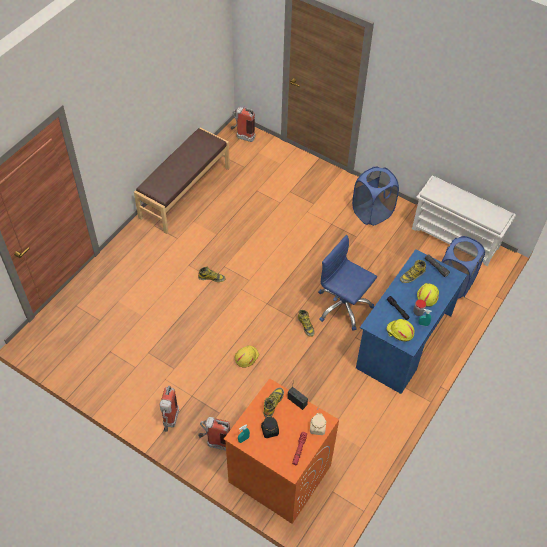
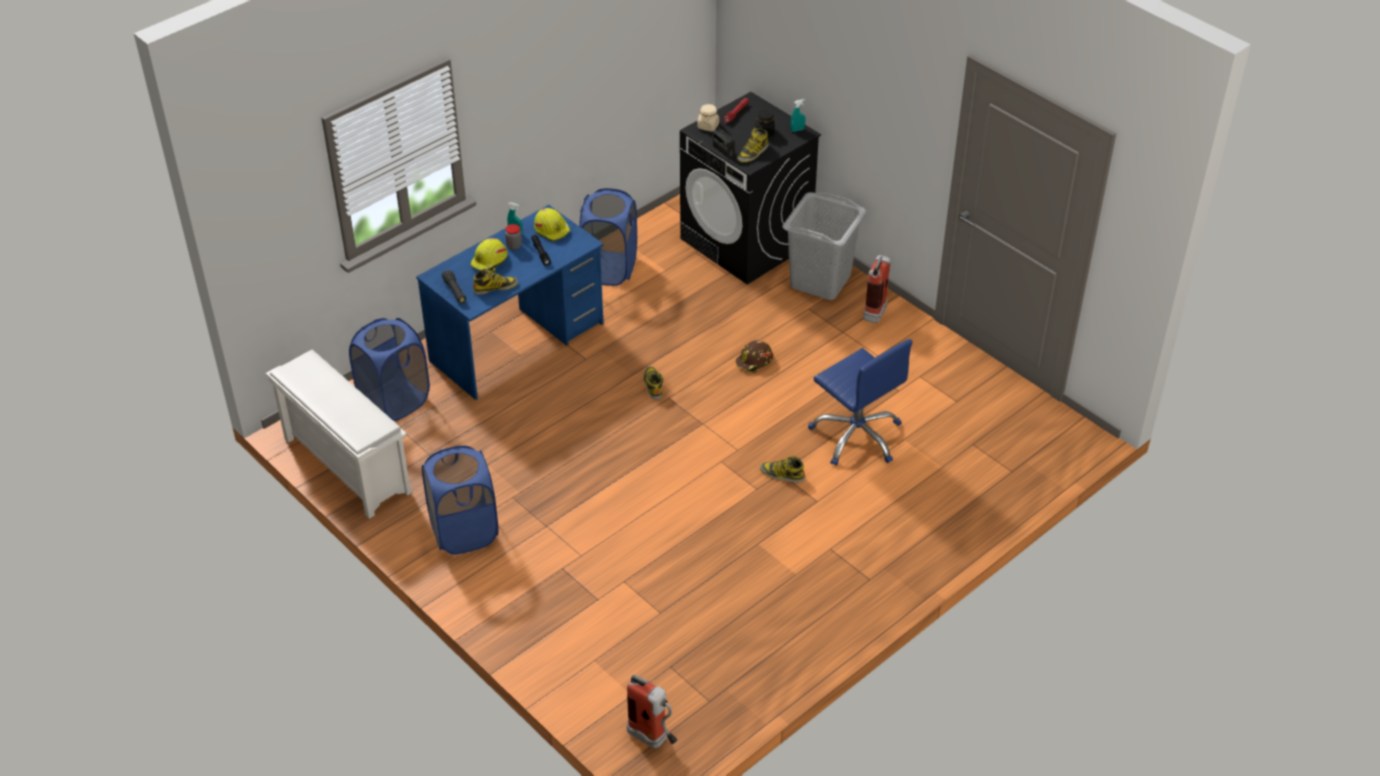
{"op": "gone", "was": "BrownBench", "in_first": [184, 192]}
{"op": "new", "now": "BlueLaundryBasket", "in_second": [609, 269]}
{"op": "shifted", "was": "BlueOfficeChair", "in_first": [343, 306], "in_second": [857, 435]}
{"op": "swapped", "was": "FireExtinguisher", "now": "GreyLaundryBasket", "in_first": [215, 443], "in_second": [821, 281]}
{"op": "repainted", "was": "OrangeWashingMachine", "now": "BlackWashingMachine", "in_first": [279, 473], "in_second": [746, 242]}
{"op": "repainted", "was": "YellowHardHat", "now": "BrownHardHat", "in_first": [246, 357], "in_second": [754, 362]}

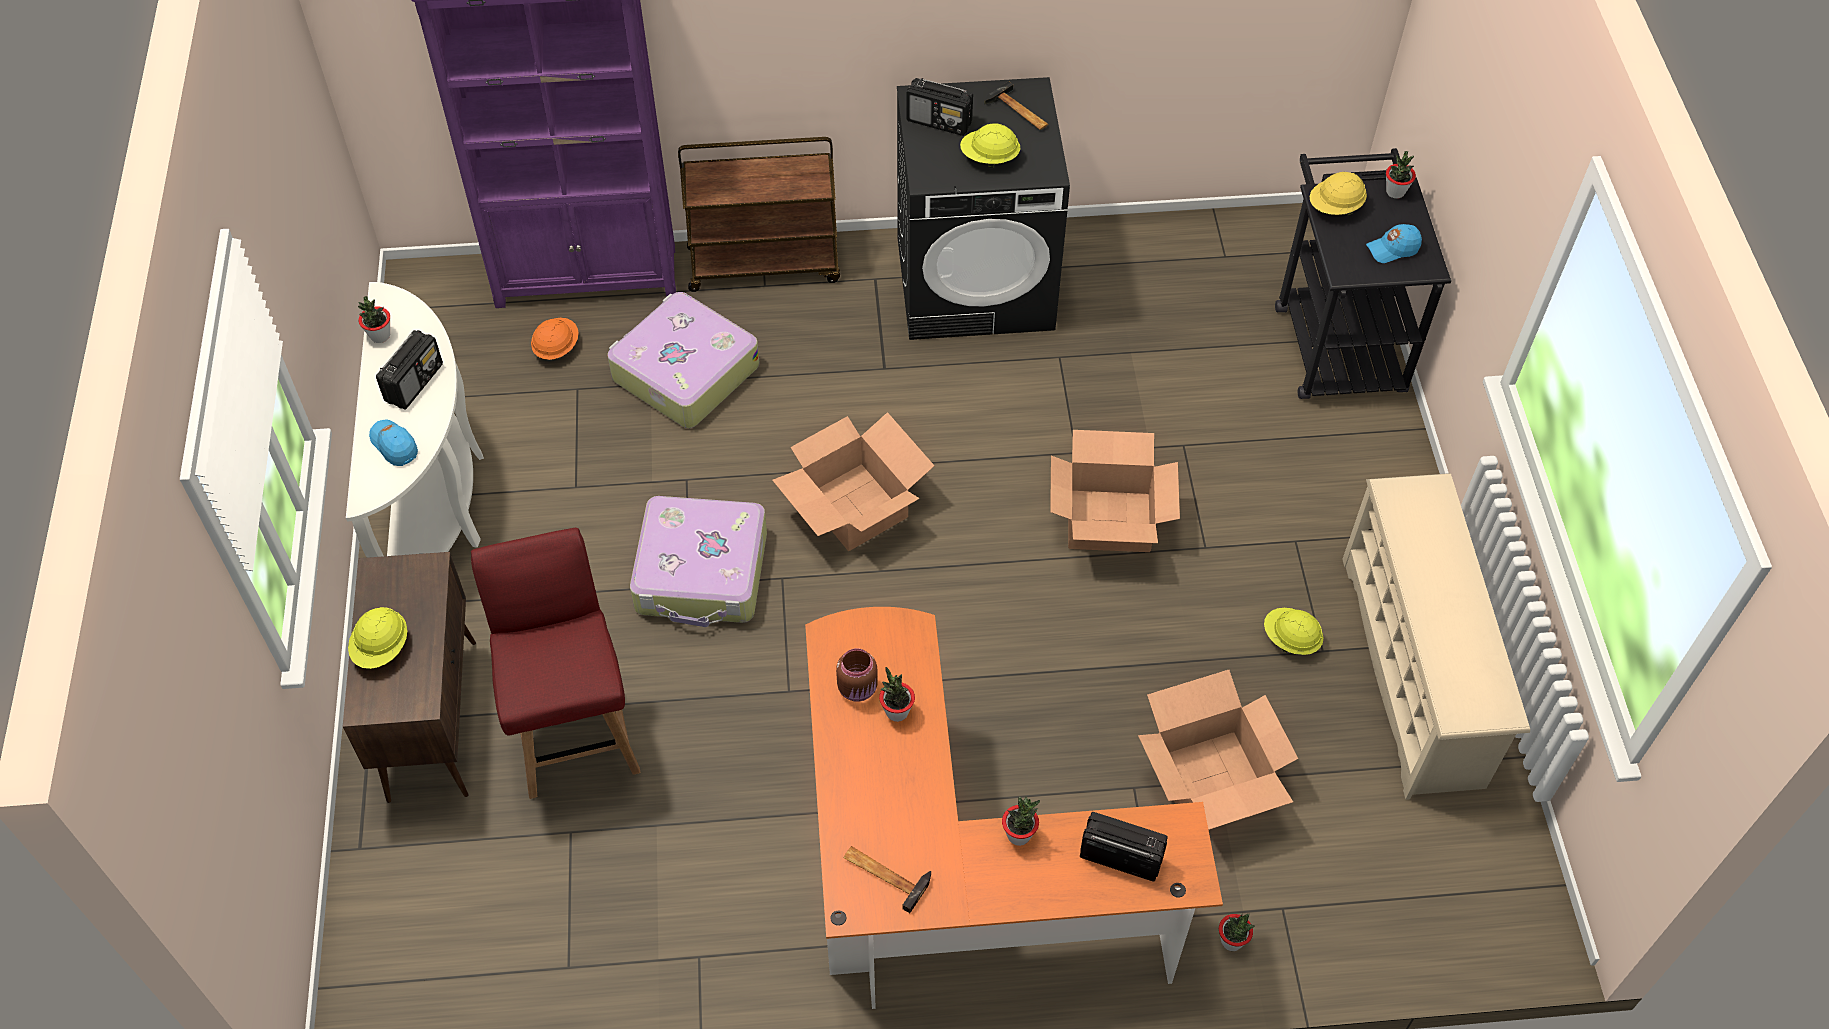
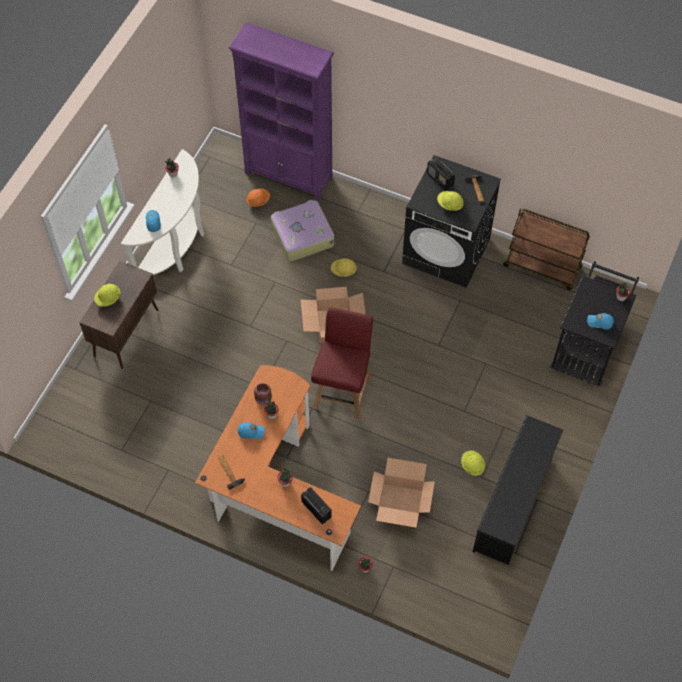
{"op": "gone", "was": "Radio", "in_first": [414, 382]}
{"op": "gone", "was": "Suitcase", "in_first": [702, 573]}
{"op": "gone", "was": "CardboardBox", "in_first": [1108, 519]}
{"op": "new", "now": "BlueCap", "in_second": [251, 432]}
{"op": "shifted", "was": "RedChair", "in_first": [575, 733], "in_second": [343, 391]}
{"op": "shifted", "was": "BrownCart", "in_first": [765, 264], "in_second": [543, 267]}
{"op": "shifted", "was": "YellowHardHat", "in_first": [1335, 207], "in_second": [343, 271]}
{"op": "repainted", "was": "BeigeShoeRack", "now": "BlackShoeRack", "in_first": [1414, 672], "in_second": [514, 505]}

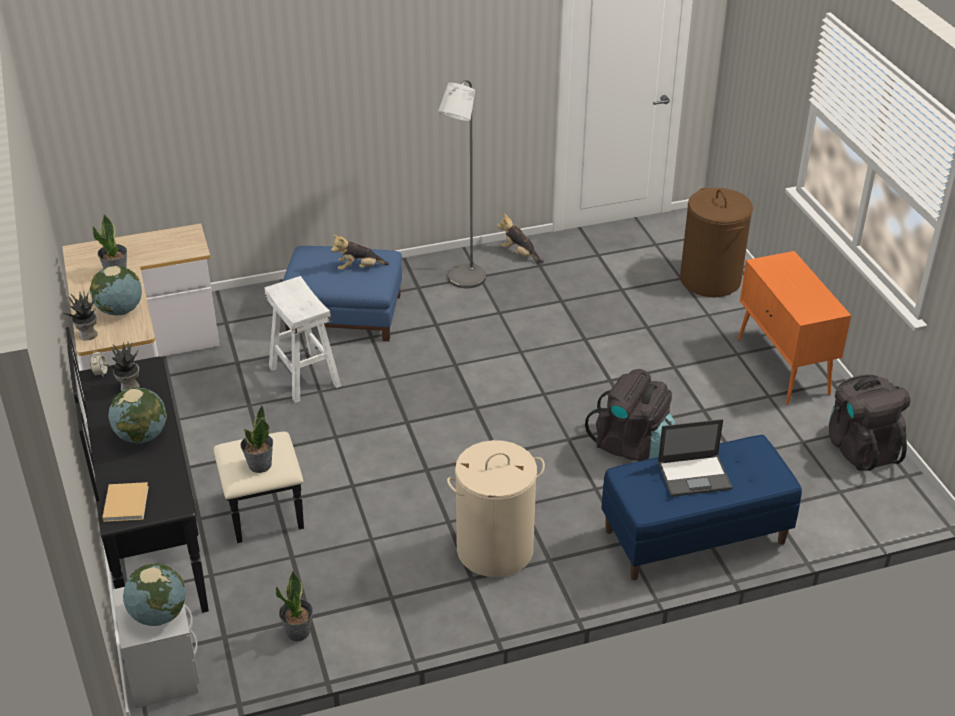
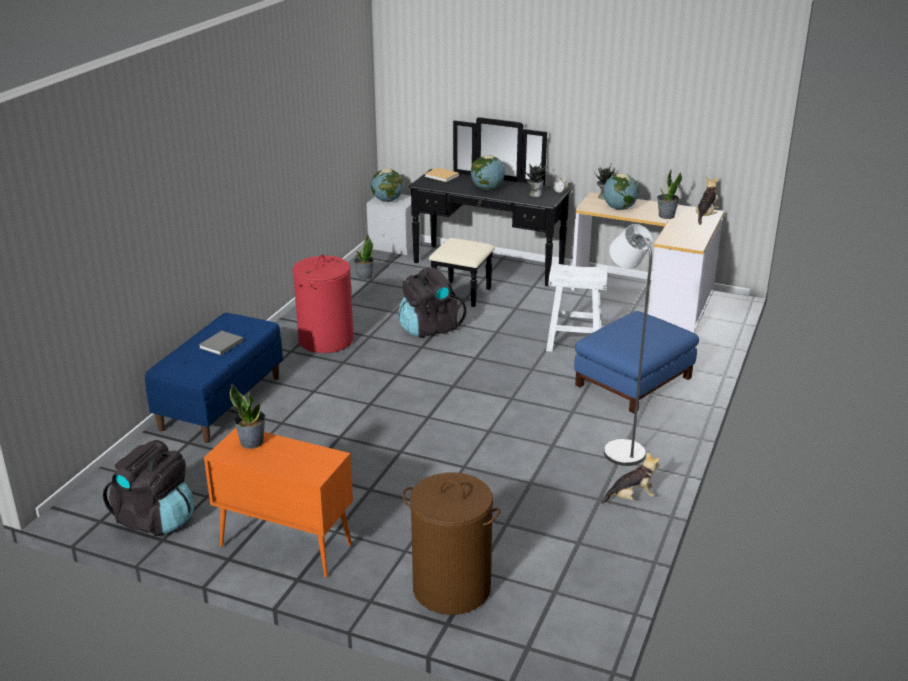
{"op": "shifted", "was": "PottedPlant", "in_first": [259, 465], "in_second": [252, 442]}
{"op": "shifted", "was": "PlushToy", "in_first": [359, 268], "in_second": [705, 216]}
{"op": "shifted", "was": "BlackBackpack", "in_first": [632, 445], "in_second": [429, 328]}
{"op": "swapped", "was": "Laptop", "now": "GreyBook", "in_first": [695, 475], "in_second": [220, 345]}
{"op": "repainted", "was": "BeigeLaundryBasket", "now": "RedLaundryBasket", "in_first": [495, 550], "in_second": [326, 340]}

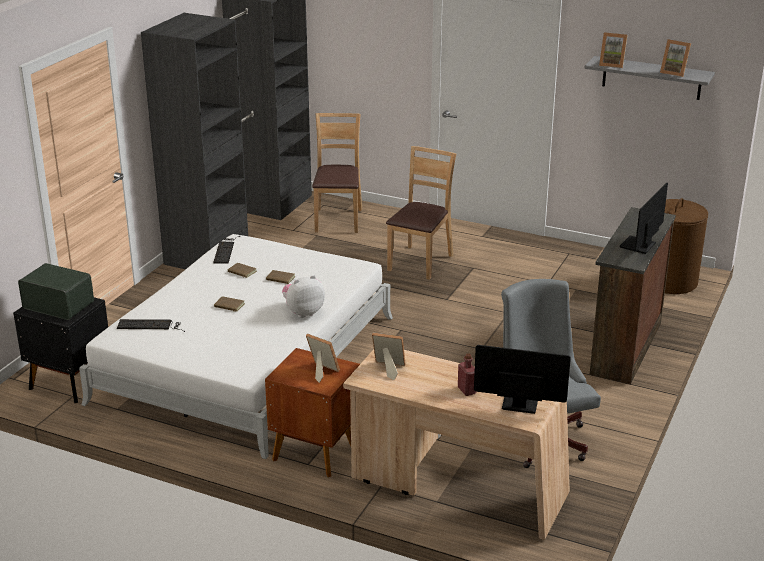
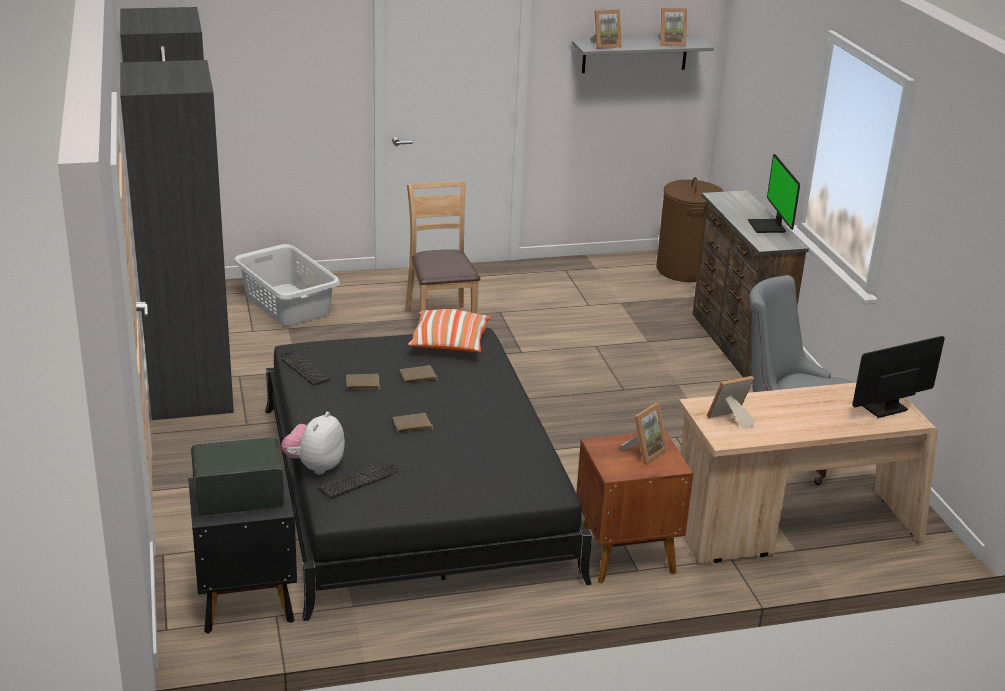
{"op": "gone", "was": "RedBottle", "in_first": [466, 390]}
{"op": "new", "now": "Pillow", "in_second": [449, 344]}
{"op": "shifted", "was": "PlushToy", "in_first": [303, 312], "in_second": [315, 466]}
{"op": "swapped", "was": "BrownChair", "now": "GreyLaundryBasket", "in_first": [338, 220], "in_second": [287, 304]}
{"op": "repainted", "was": "WhiteBed", "now": "BlackBed", "in_first": [246, 358], "in_second": [413, 489]}
{"op": "rotated", "was": "PictureFrame", "in_first": [321, 371], "in_second": [644, 452], "clockwise": 135}

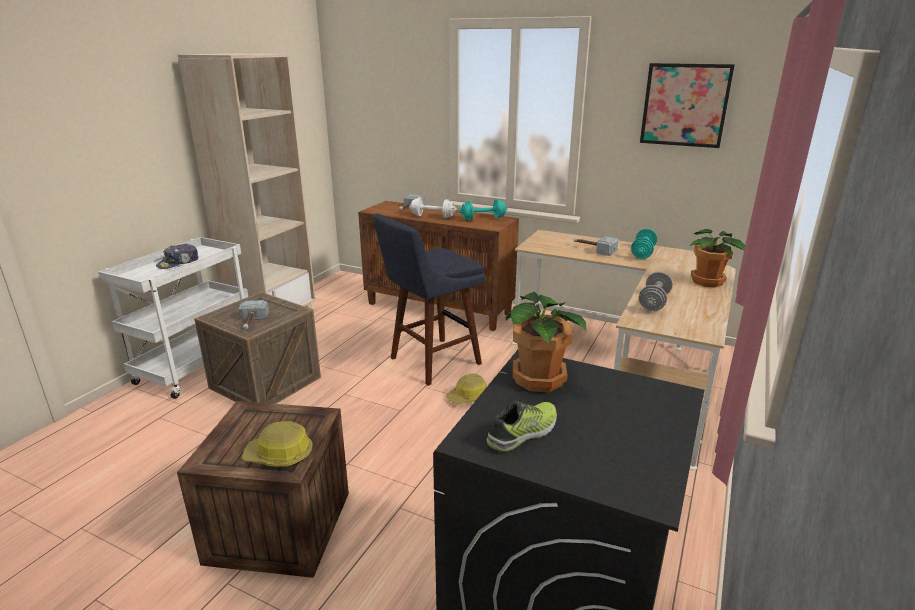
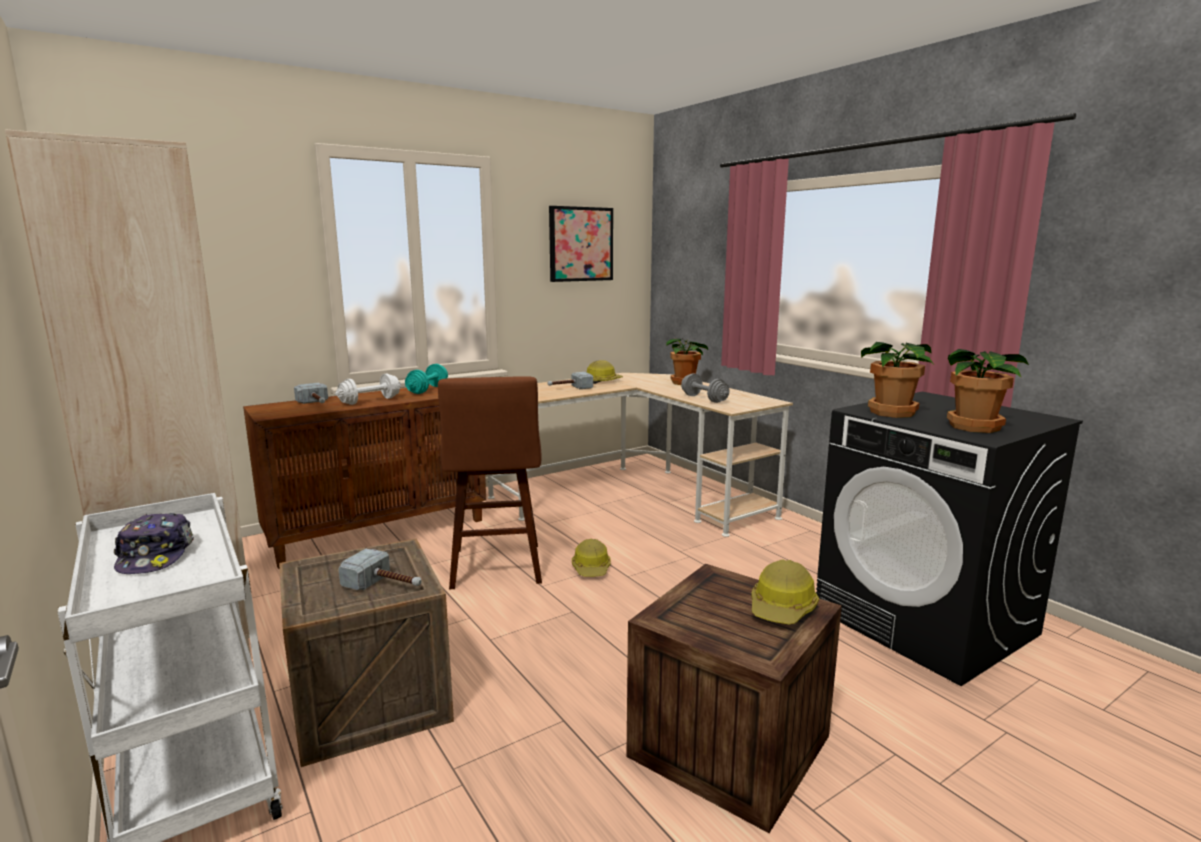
{"op": "swapped", "was": "Shoe", "now": "PottedPlant", "in_first": [524, 433], "in_second": [974, 426]}
{"op": "swapped", "was": "TurquoiseDumbbell", "now": "HardHat", "in_first": [643, 253], "in_second": [603, 381]}
{"op": "repainted", "was": "BlueStool", "now": "BrownStool", "in_first": [430, 362], "in_second": [496, 569]}

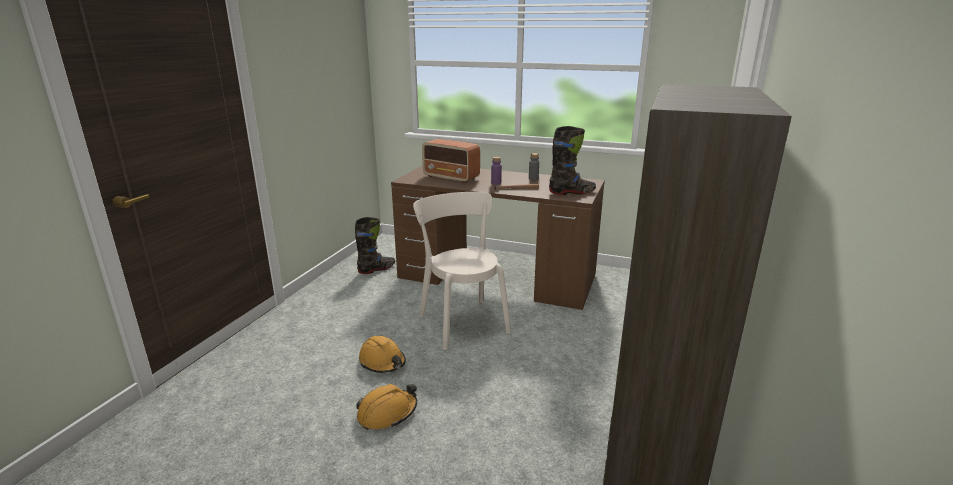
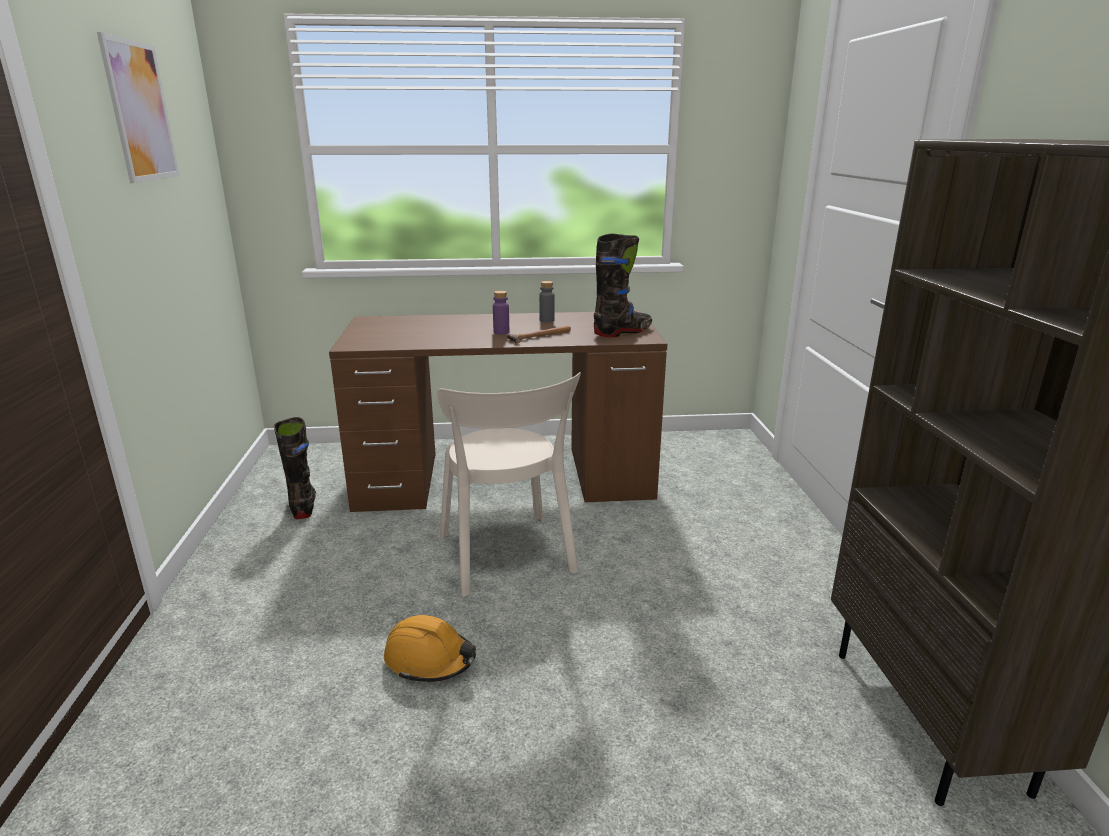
{"op": "gone", "was": "OrangeHardHat", "in_first": [387, 413]}
{"op": "gone", "was": "Radio", "in_first": [451, 177]}
{"op": "new", "now": "Picture", "in_second": [140, 111]}
{"op": "rotated", "was": "BlackBoot", "in_first": [377, 269], "in_second": [303, 505], "clockwise": -45}
{"op": "rotated", "was": "BeigeChair", "in_first": [462, 322], "in_second": [507, 558], "clockwise": -150}

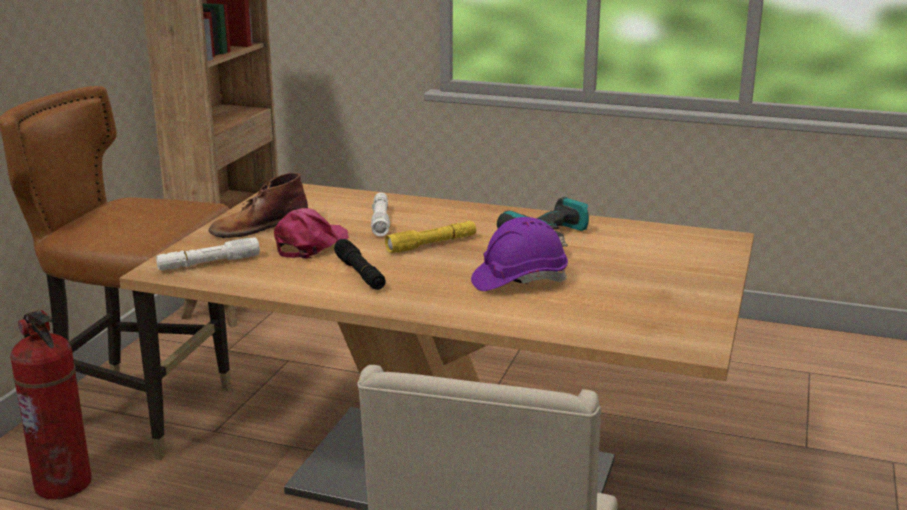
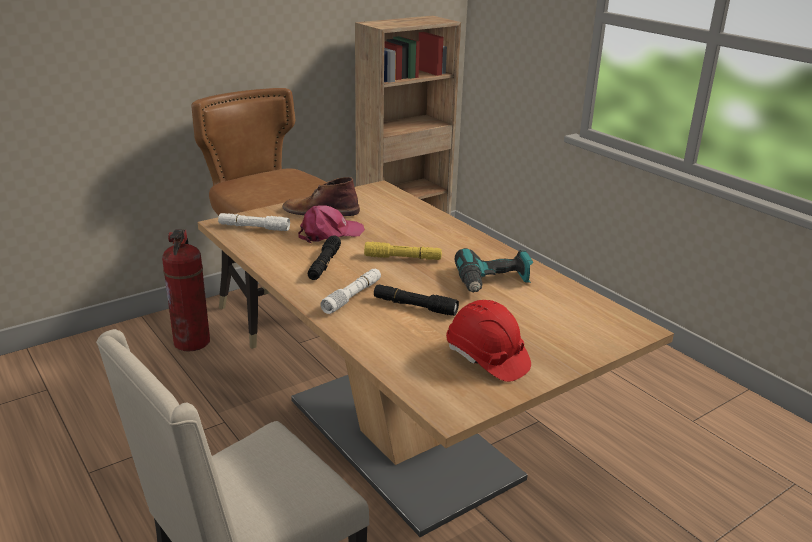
{"op": "new", "now": "RedHardHat", "in_second": [486, 359]}
{"op": "shifted", "was": "WhiteFlashlight", "in_first": [380, 221], "in_second": [352, 296]}
{"op": "swapped", "was": "PurpleHardHat", "now": "BlackFlashlight", "in_first": [519, 280], "in_second": [414, 306]}

